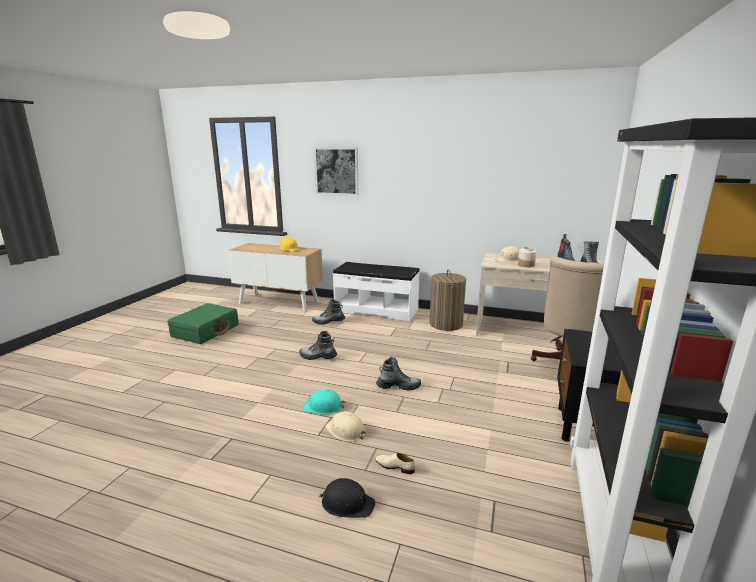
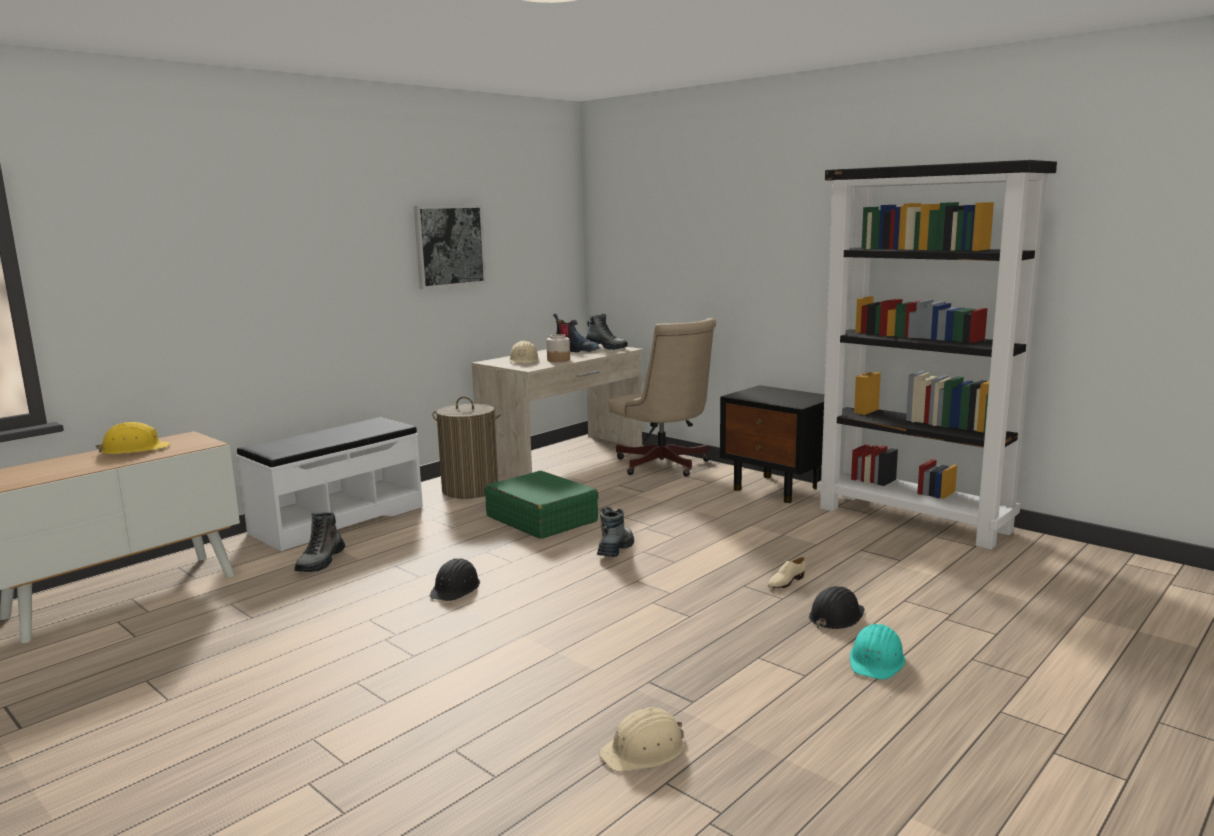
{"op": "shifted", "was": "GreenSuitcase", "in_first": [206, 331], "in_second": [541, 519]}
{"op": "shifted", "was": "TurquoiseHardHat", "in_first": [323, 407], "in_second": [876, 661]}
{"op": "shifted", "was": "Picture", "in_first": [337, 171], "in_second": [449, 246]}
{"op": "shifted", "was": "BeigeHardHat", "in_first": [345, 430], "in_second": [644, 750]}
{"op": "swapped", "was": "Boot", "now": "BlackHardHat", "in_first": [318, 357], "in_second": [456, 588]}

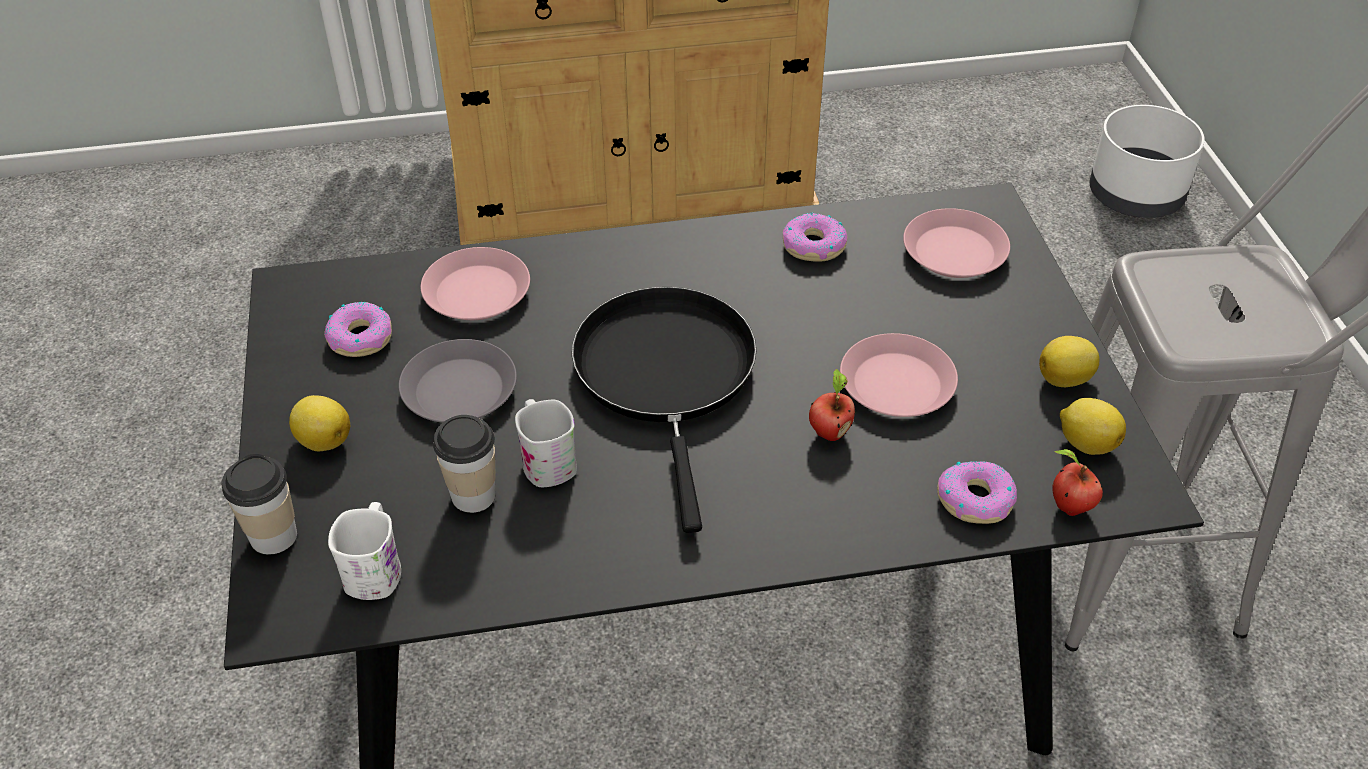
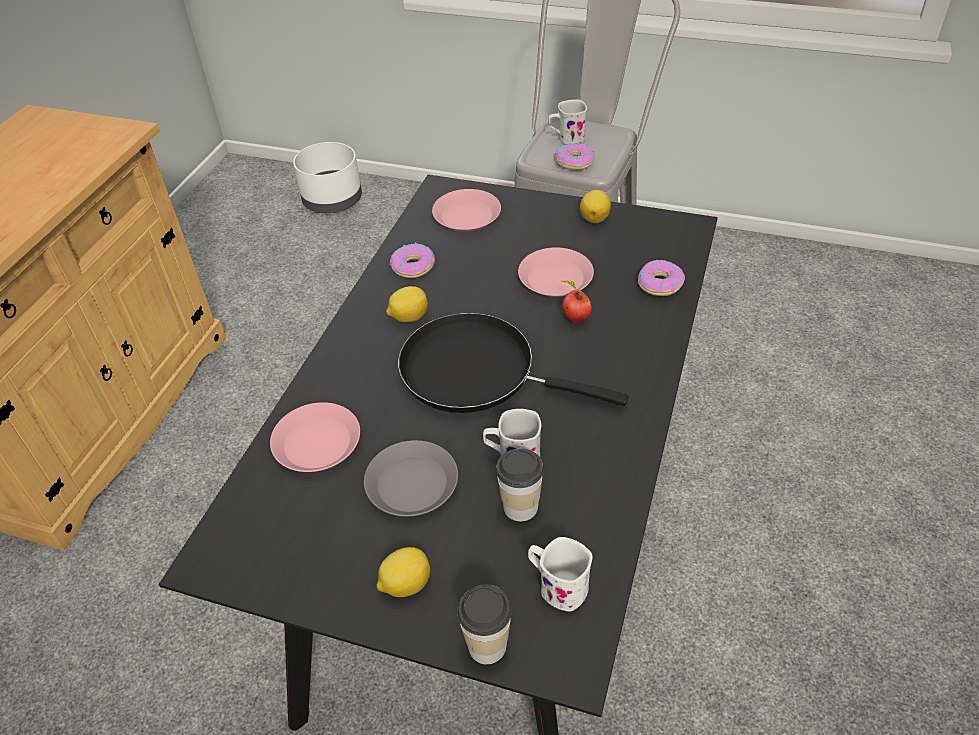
{"op": "gone", "was": "Apple", "in_first": [1068, 507]}
{"op": "new", "now": "WhiteMug", "in_second": [566, 138]}
{"op": "shifted", "was": "Donut", "in_first": [361, 337], "in_second": [574, 161]}
{"op": "shifted", "was": "Lemon", "in_first": [1086, 443], "in_second": [408, 317]}

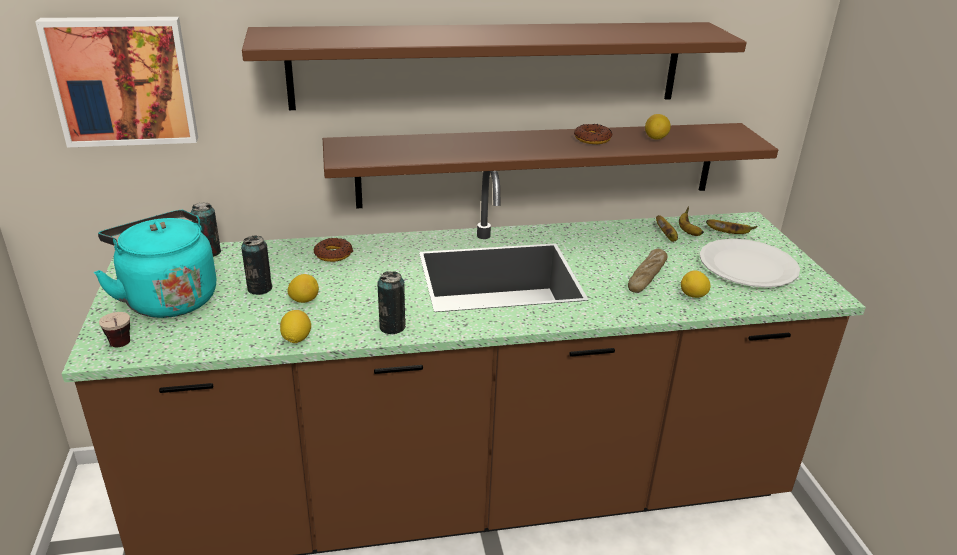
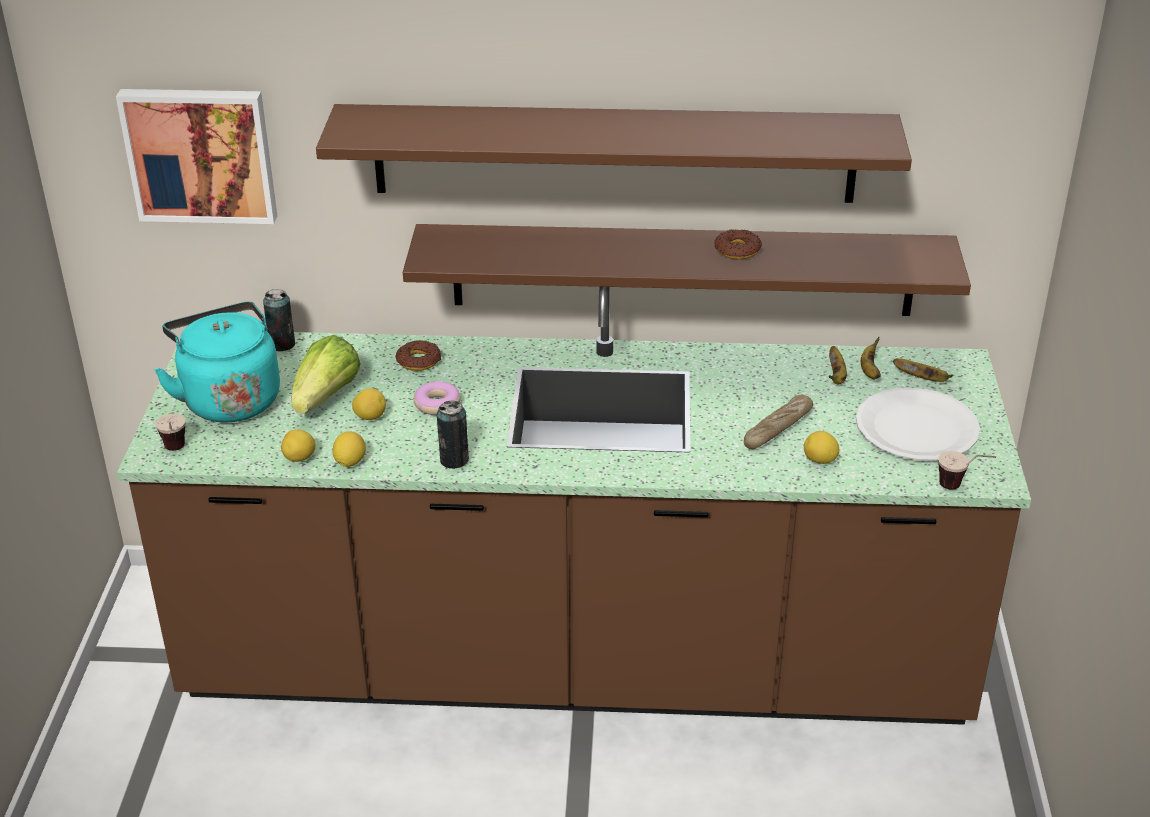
{"op": "new", "now": "Donut", "in_second": [437, 404]}
{"op": "new", "now": "Cup", "in_second": [961, 488]}
{"op": "shifted", "was": "Lemon", "in_first": [656, 139], "in_second": [300, 458]}
{"op": "swapped", "was": "Can", "now": "Lettuce", "in_first": [259, 288], "in_second": [326, 397]}

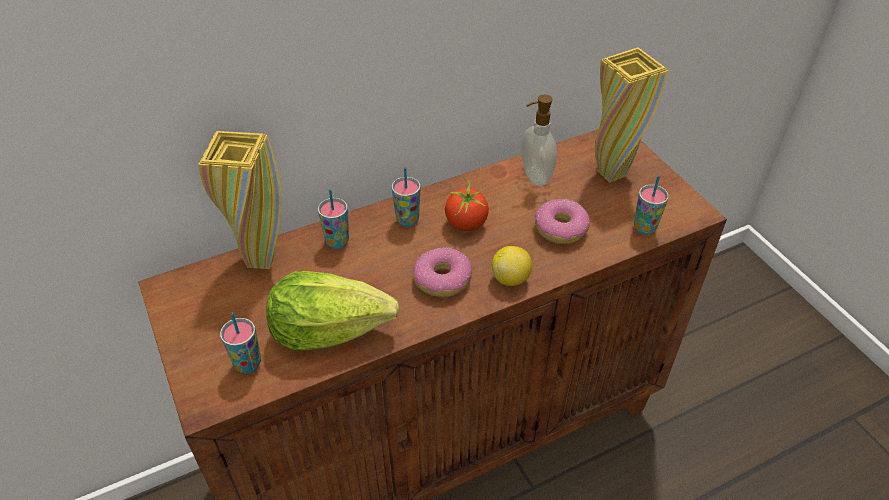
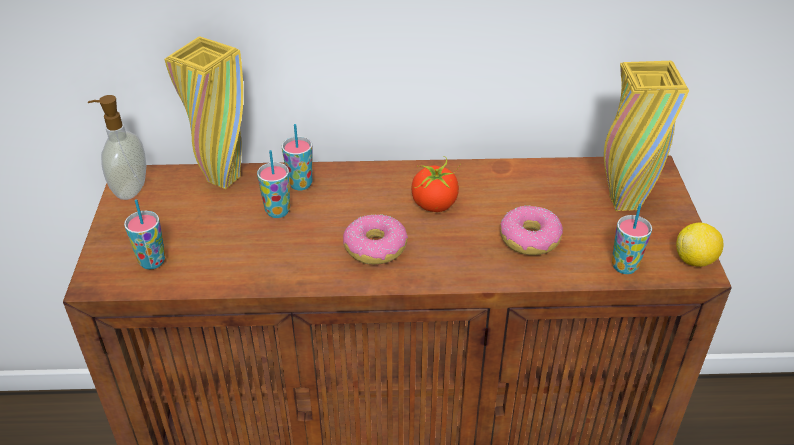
{"op": "gone", "was": "Lettuce", "in_first": [330, 329]}
{"op": "shifted", "was": "Cup", "in_first": [407, 220], "in_second": [277, 211]}
{"op": "shifted", "was": "Lemon", "in_first": [511, 278], "in_second": [695, 260]}
{"op": "shifted", "was": "SoapDispenser", "in_first": [534, 176], "in_second": [129, 189]}

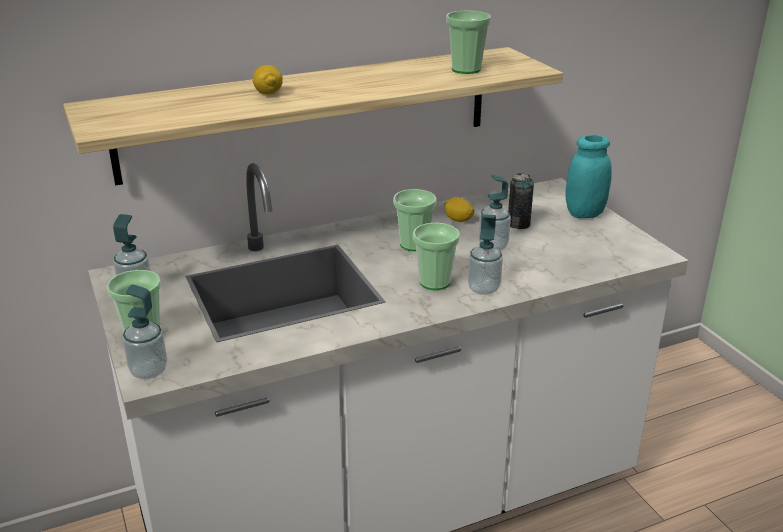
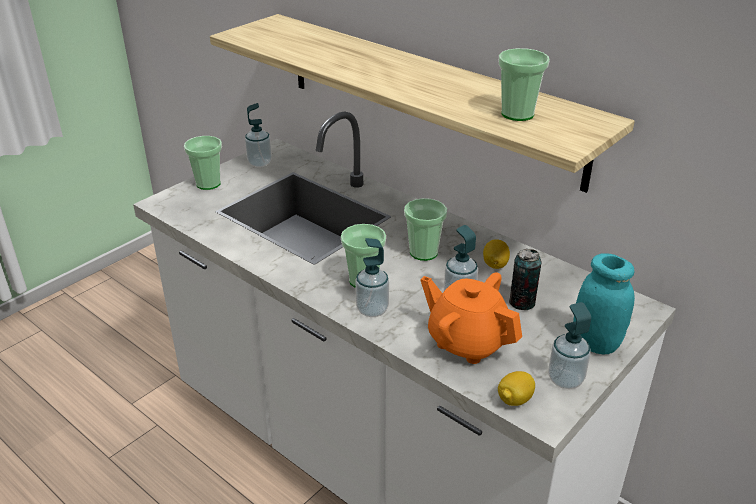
{"op": "new", "now": "OrangeTeapot", "in_second": [467, 342]}
{"op": "shifted", "was": "SoapDispenser", "in_first": [149, 371], "in_second": [565, 379]}
{"op": "shifted", "was": "Lemon", "in_first": [268, 93], "in_second": [514, 400]}

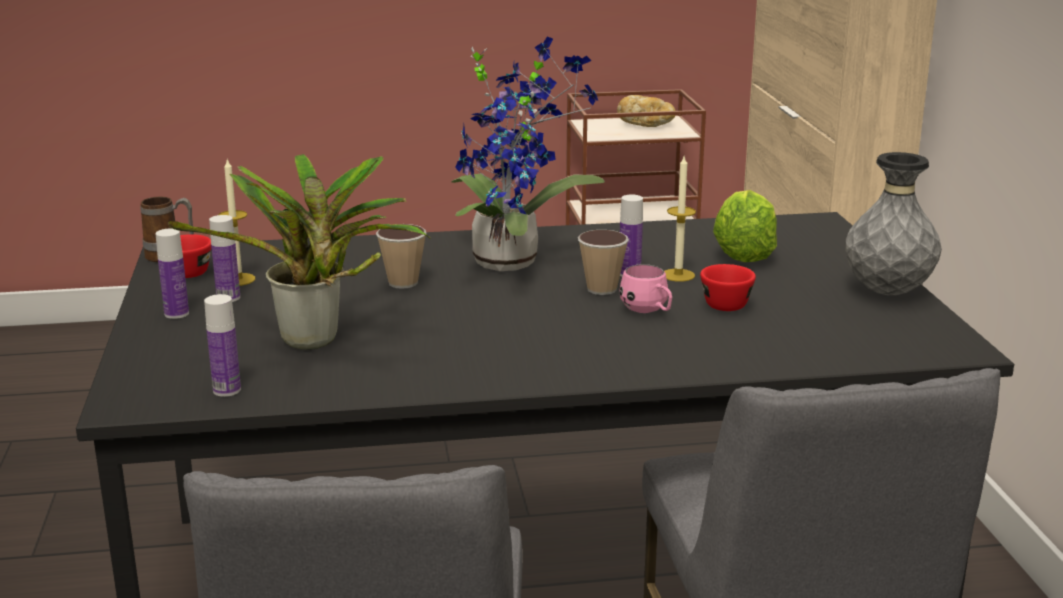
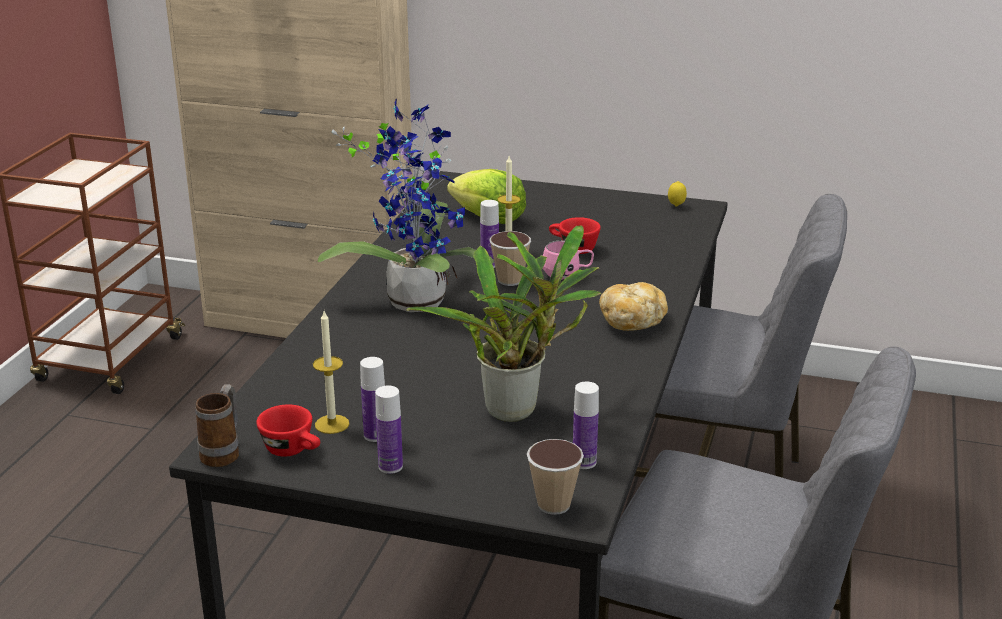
{"op": "gone", "was": "GreyVase", "in_first": [887, 292]}
{"op": "new", "now": "Lemon", "in_second": [676, 206]}
{"op": "shifted", "was": "Cup", "in_first": [403, 283], "in_second": [554, 504]}
{"op": "shifted", "was": "Bread", "in_first": [646, 125], "in_second": [633, 321]}

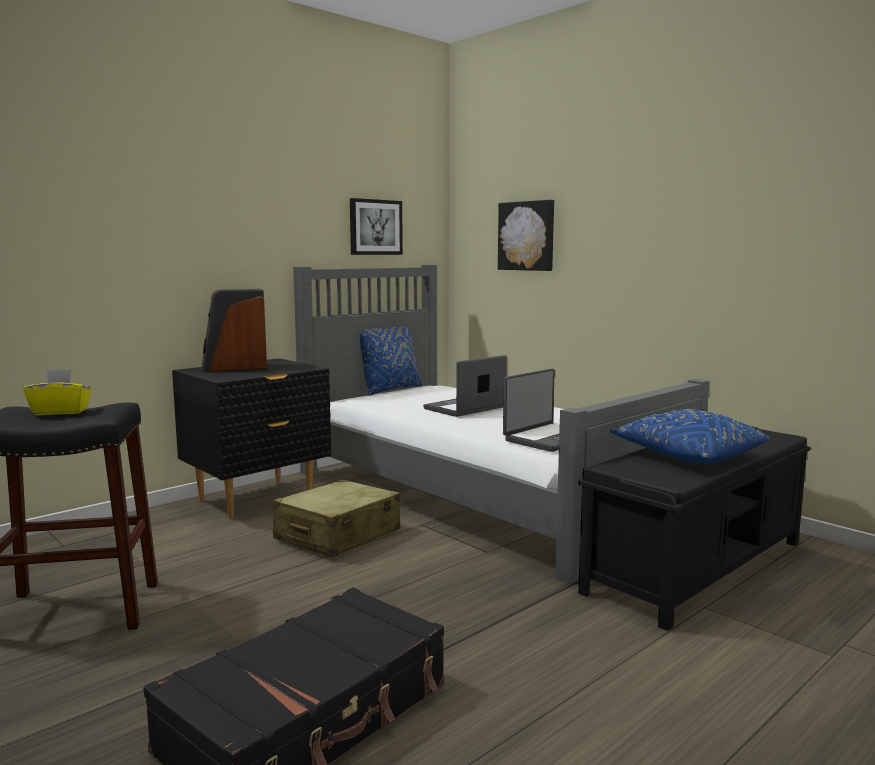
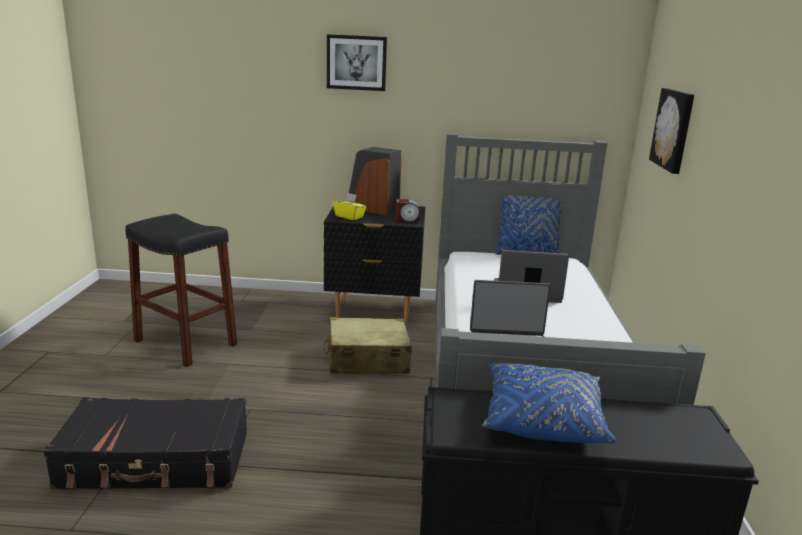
{"op": "new", "now": "AlarmClock", "in_second": [407, 220]}
{"op": "shifted", "was": "YellowTissueBox", "in_first": [61, 412], "in_second": [349, 217]}
{"op": "shifted", "was": "Picture", "in_first": [375, 227], "in_second": [356, 62]}

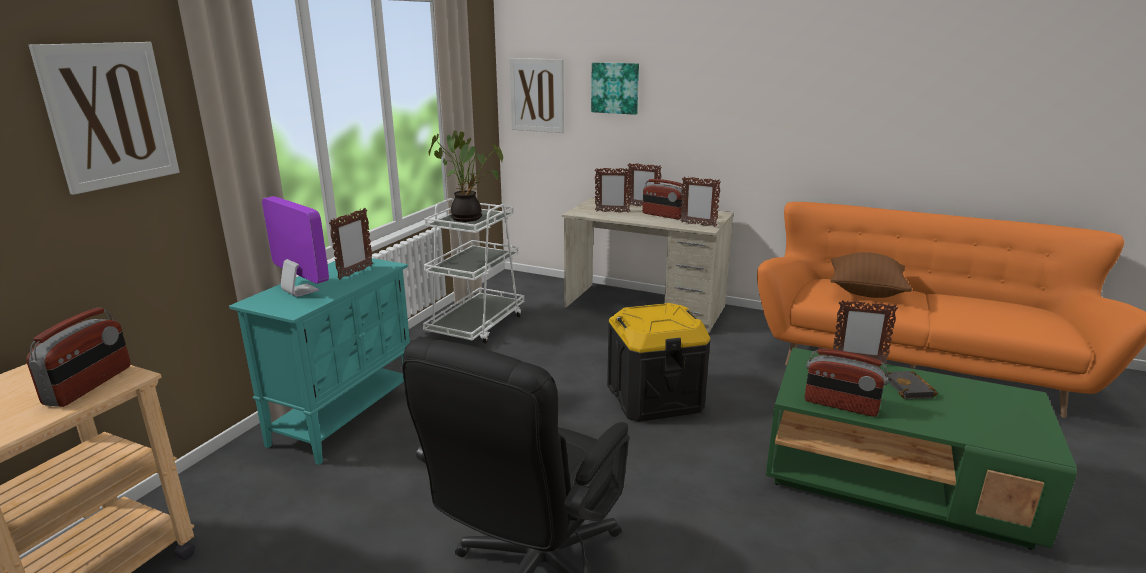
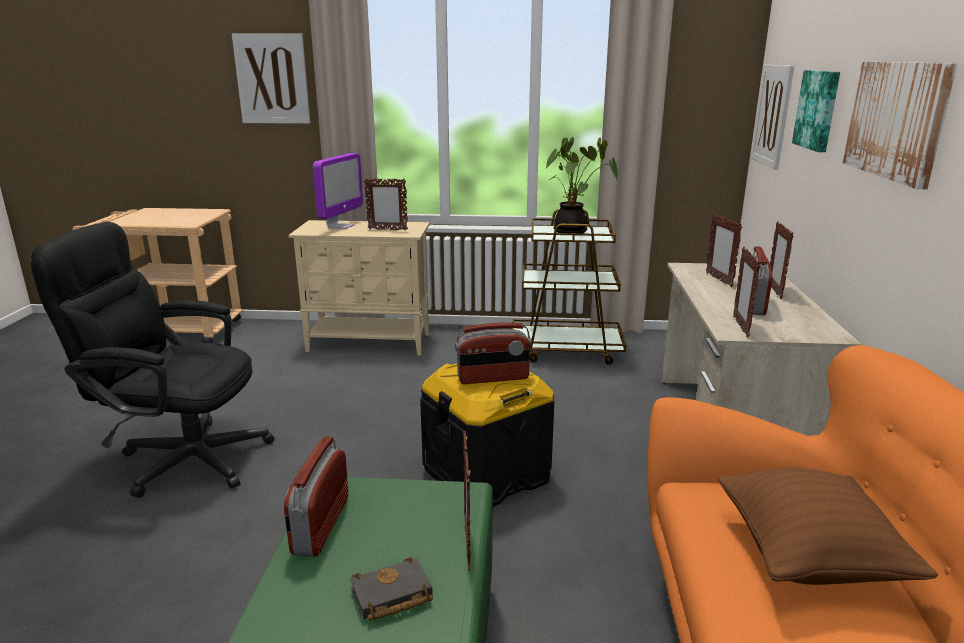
{"op": "new", "now": "Picture", "in_second": [896, 120]}
{"op": "shifted", "was": "Radio", "in_first": [90, 385], "in_second": [493, 378]}
{"op": "repainted", "was": "TurquoiseCabinet", "now": "BeigeCabinet", "in_first": [345, 416], "in_second": [370, 342]}
{"op": "repainted", "was": "WhiteCart", "now": "BrownCart", "in_first": [477, 325], "in_second": [566, 350]}

